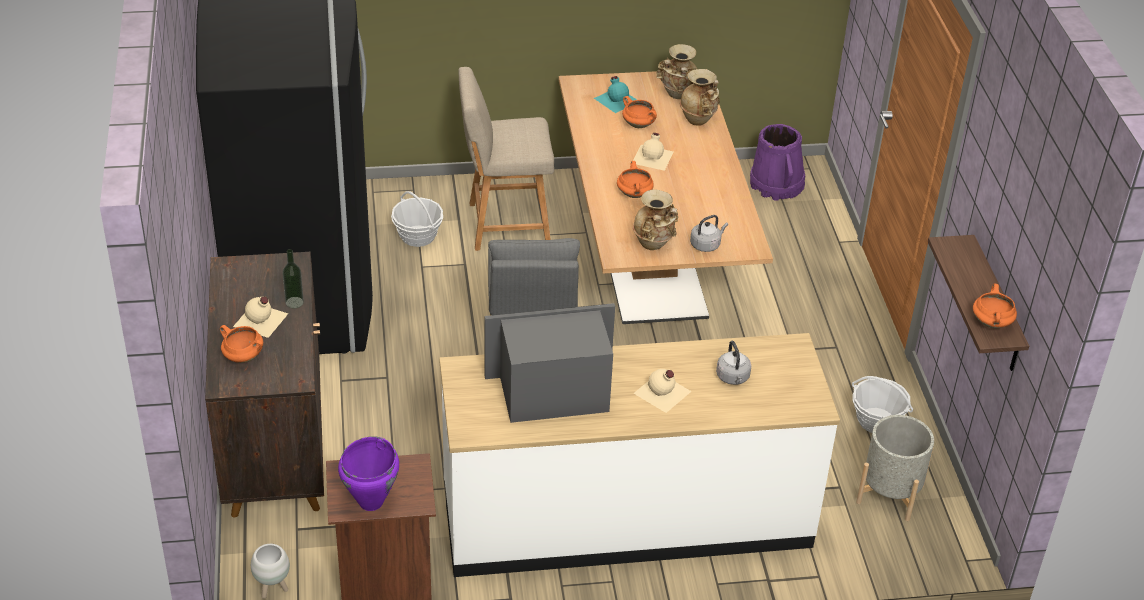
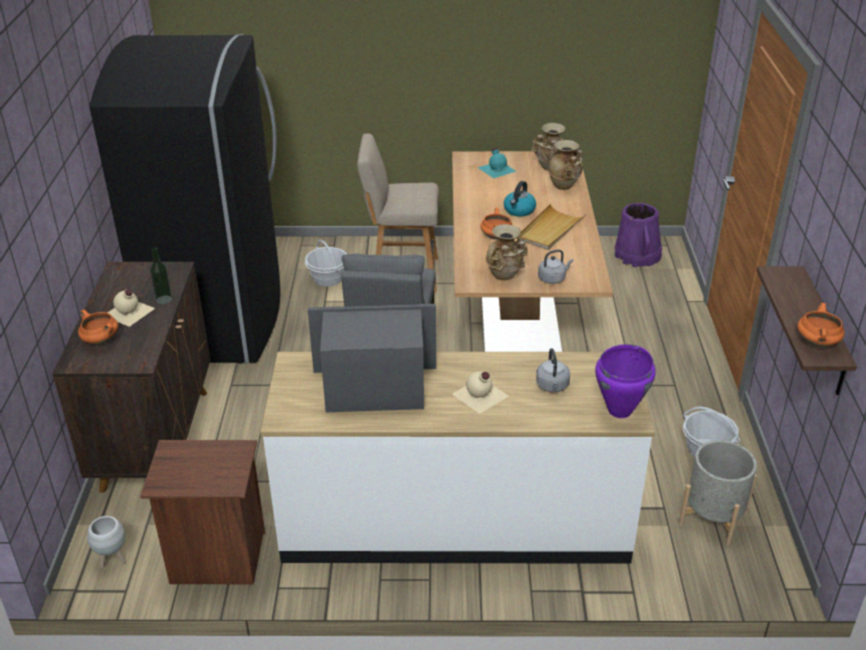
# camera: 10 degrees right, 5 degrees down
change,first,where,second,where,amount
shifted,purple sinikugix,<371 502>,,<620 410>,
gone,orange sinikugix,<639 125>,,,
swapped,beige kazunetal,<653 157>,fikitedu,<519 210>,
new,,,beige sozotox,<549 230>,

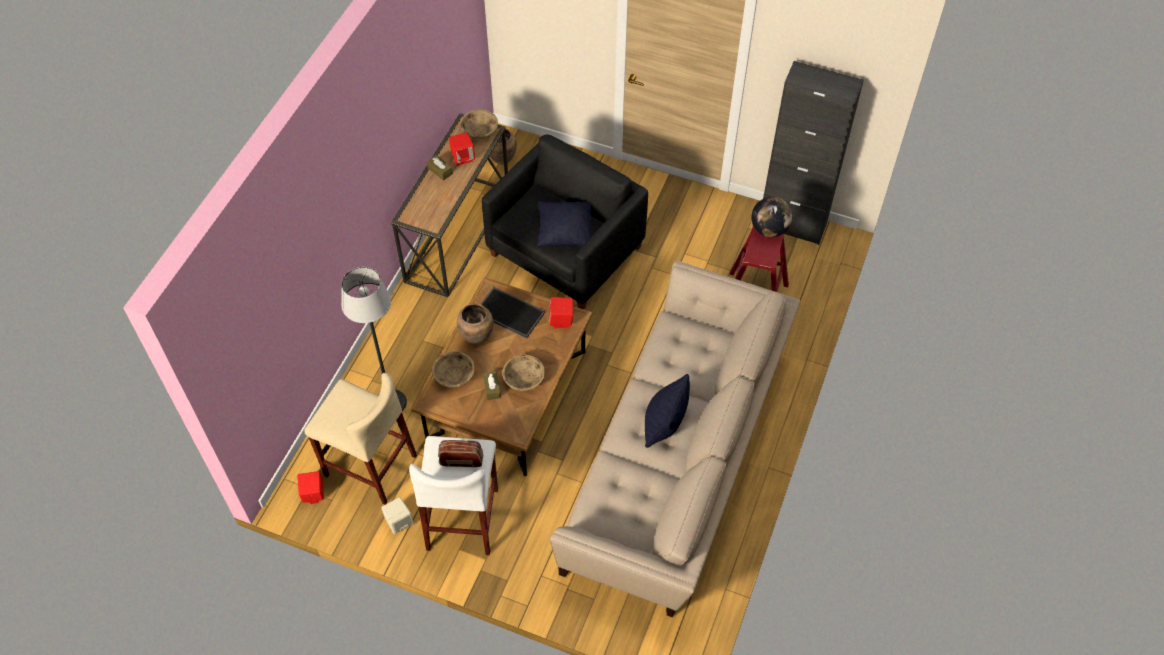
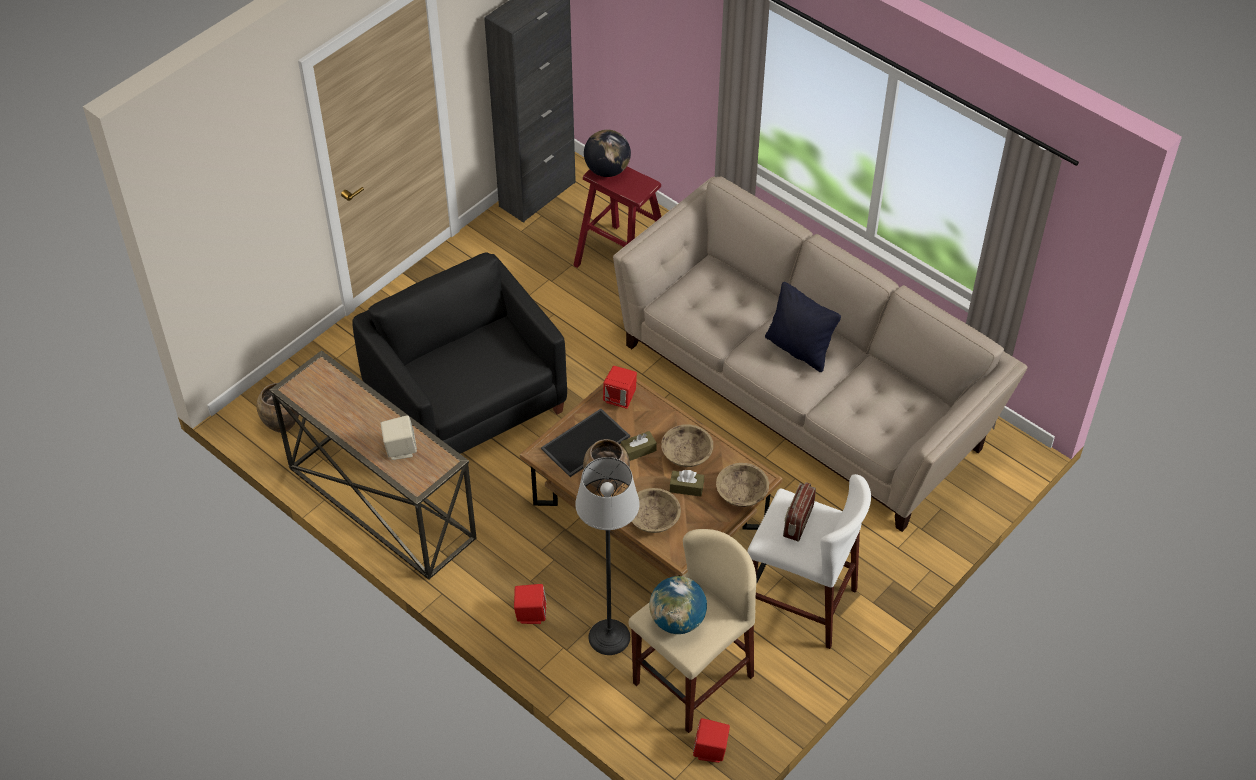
# camera: 70 degrees left, 5 degrees down
change,first,where,second,where,amount
shifted,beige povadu,<399 522>,,<400 449>,
shifted,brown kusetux,<440 171>,,<638 450>,
shifted,red povadu,<463 158>,,<530 614>,
shifted,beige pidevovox,<479 131>,,<741 494>,
gone,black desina,<565 233>,,,
new,,,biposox,<677 620>,

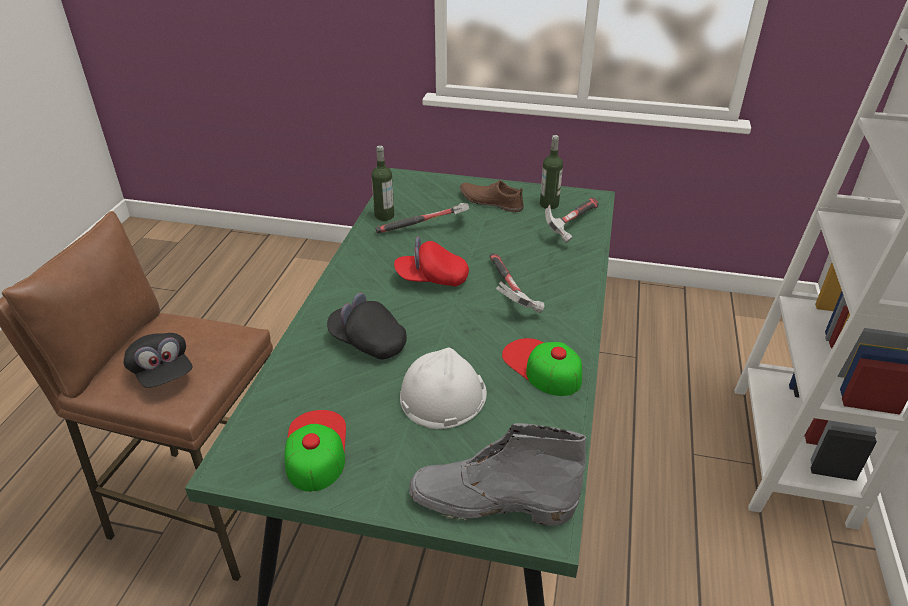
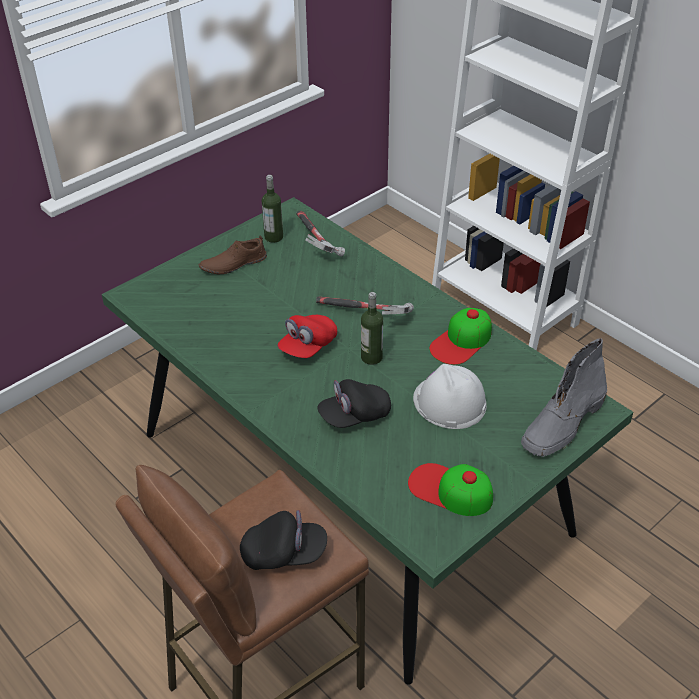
# camera: 55 degrees left, 5 degrees up
change,first,where,second,where,amount
shifted,kazunetal,<384 216>,,<371 357>,
gone,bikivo,<427 228>,,,
rotated,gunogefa,<541 366>,,<461 341>,45 degrees counterclockwise

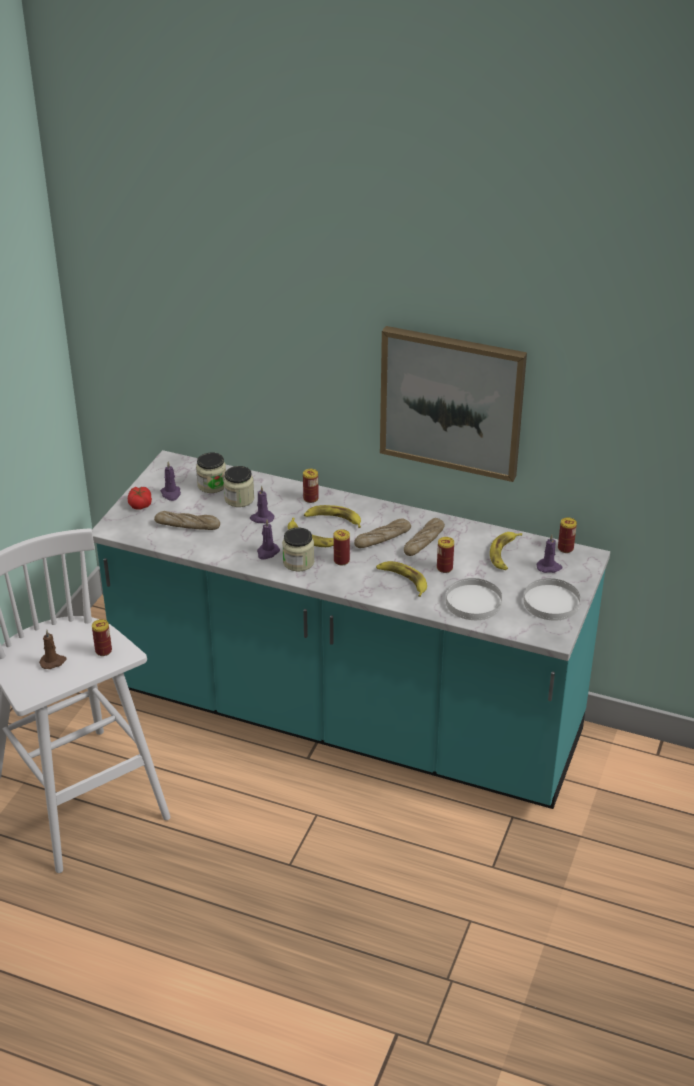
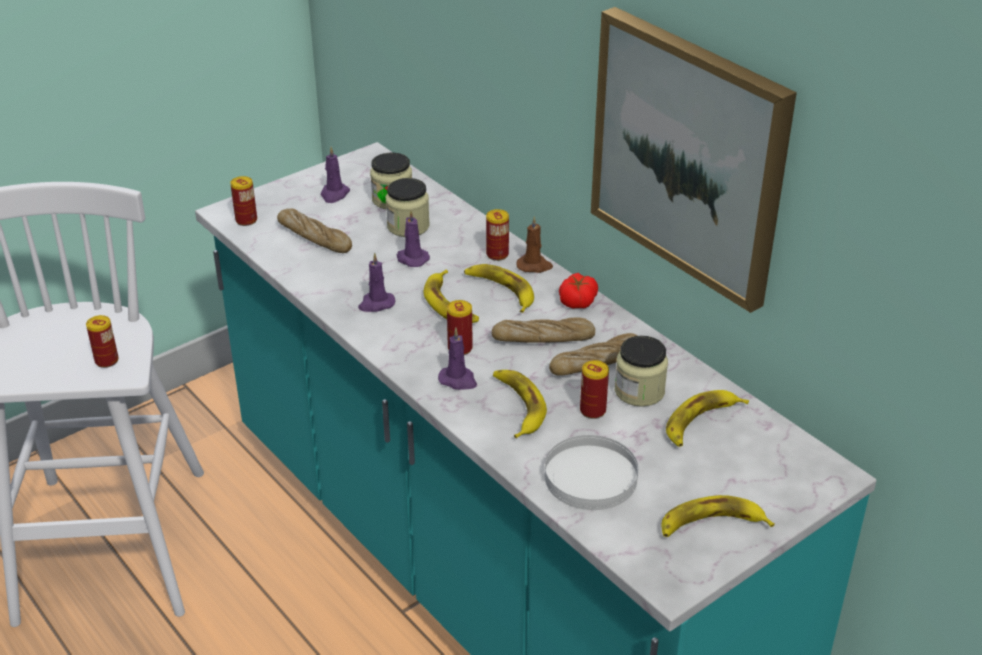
# camera: 30 degrees right, 0 degrees up
change,first,where,second,where,amount
shifted,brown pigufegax,<53 662>,,<534 266>,
shifted,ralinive,<140 504>,,<577 301>,
shifted,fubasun,<298 562>,,<639 391>,
swapped,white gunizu,<551 602>,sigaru,<711 524>,
shifted,purple pigufegax,<549 567>,,<458 380>,
shifted,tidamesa,<565 548>,,<246 220>,

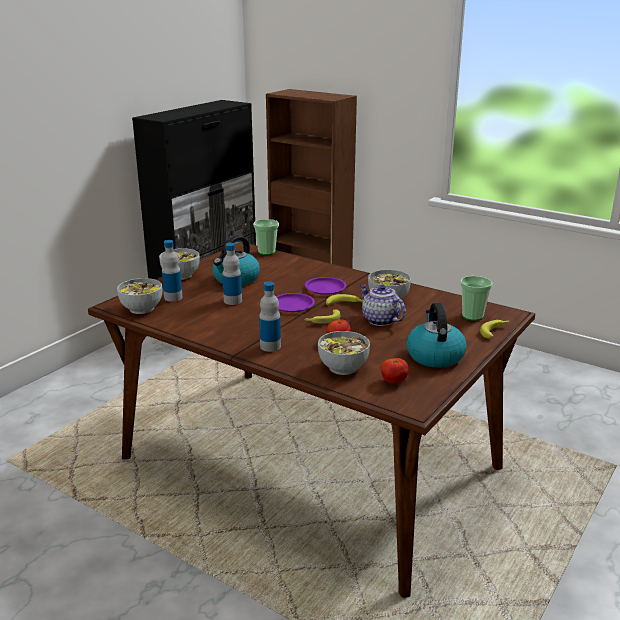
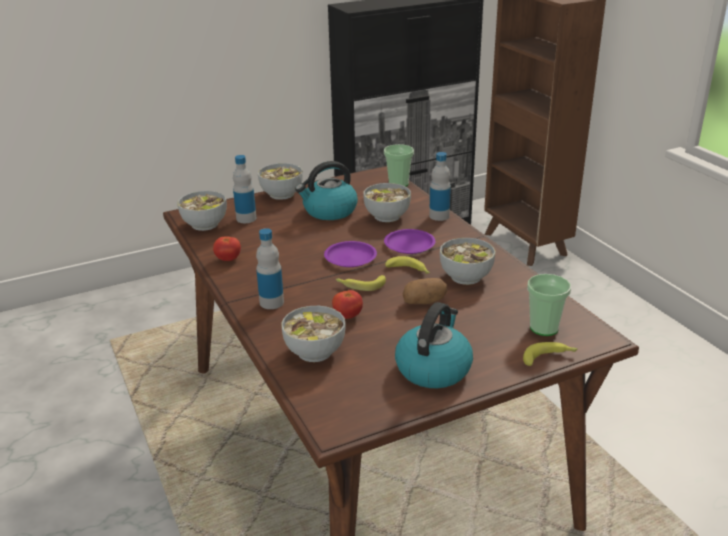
# camera: 30 degrees right, 5 degrees up
change,first,where,second,where,amount
shifted,kazunetal,<233 301>,,<439 216>,
swapped,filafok,<379 320>,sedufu,<424 302>,
shifted,ralinive,<393 381>,,<228 259>,
new,,,pidevovox,<386 216>,

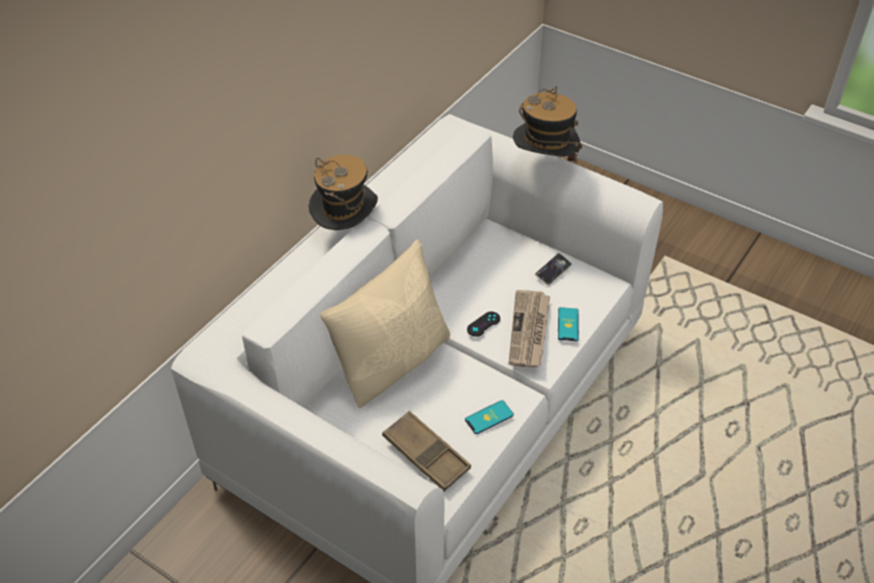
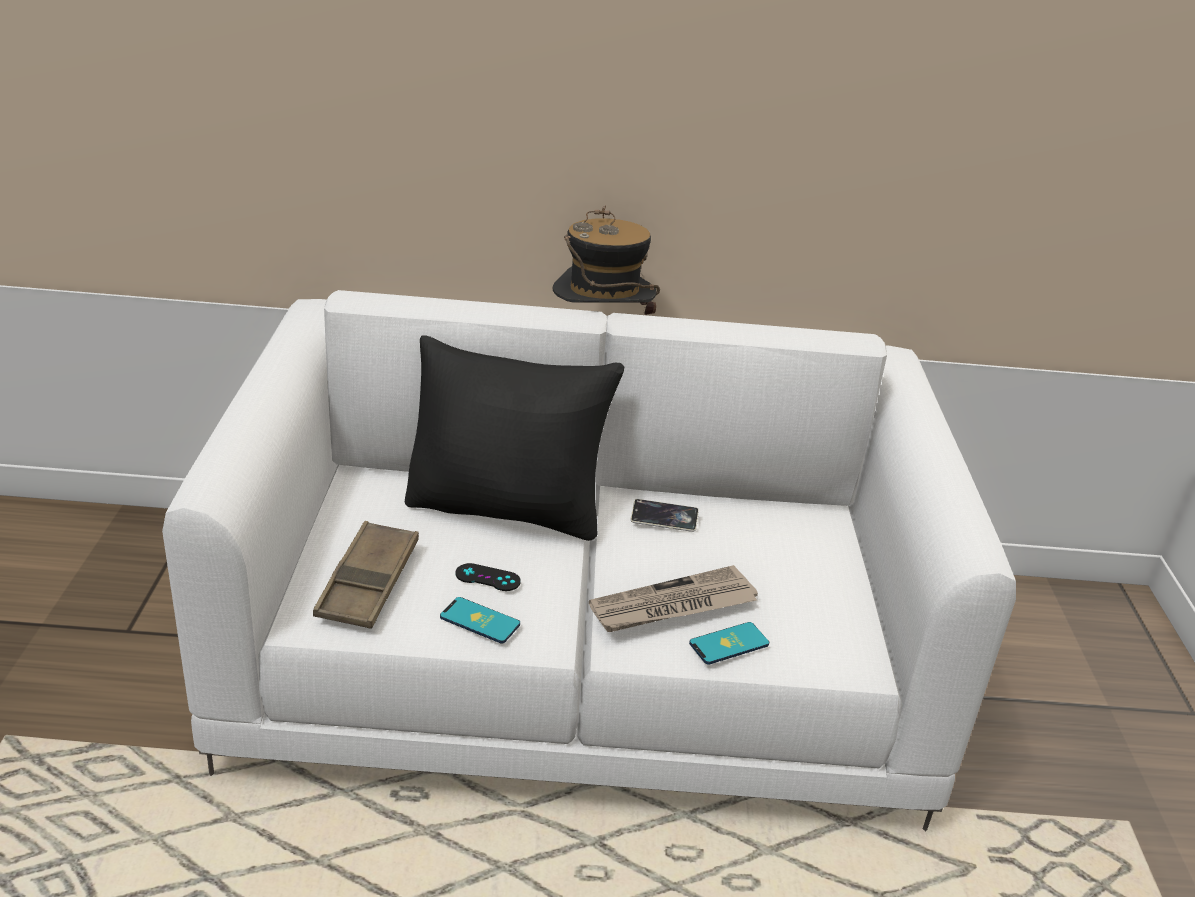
# camera: 55 degrees right, 15 degrees down
change,first,where,second,where,amount
repainted,beige desina,<393 361>,black desina,<507 508>,
shifted,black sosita,<483 324>,,<487 578>,
gone,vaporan,<544 165>,,,
shifted,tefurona,<553 271>,,<664 519>,

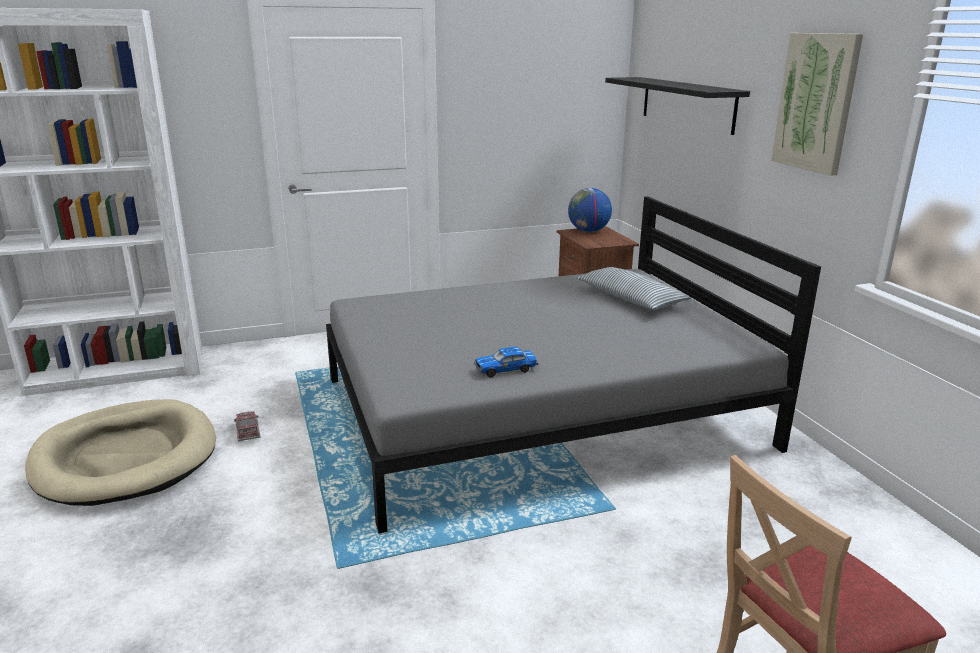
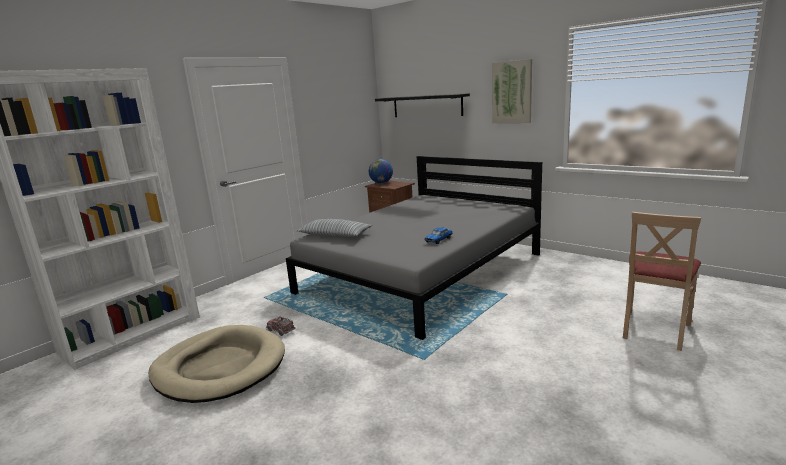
# camera: 30 degrees left, 5 degrees down
change,first,where,second,where,amount
shifted,desina,<630 299>,,<335 236>,

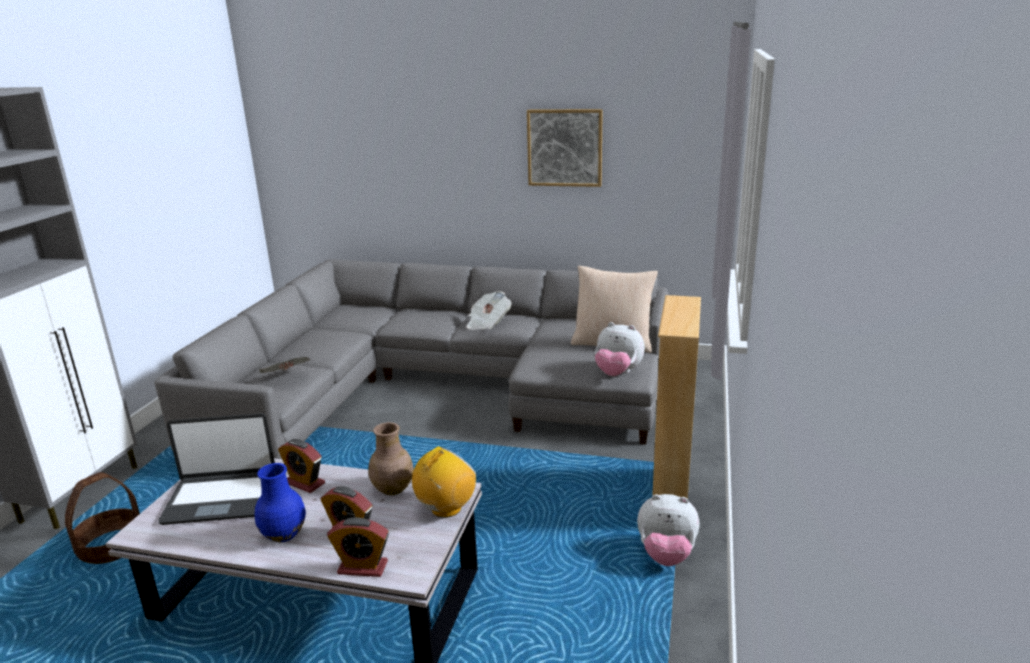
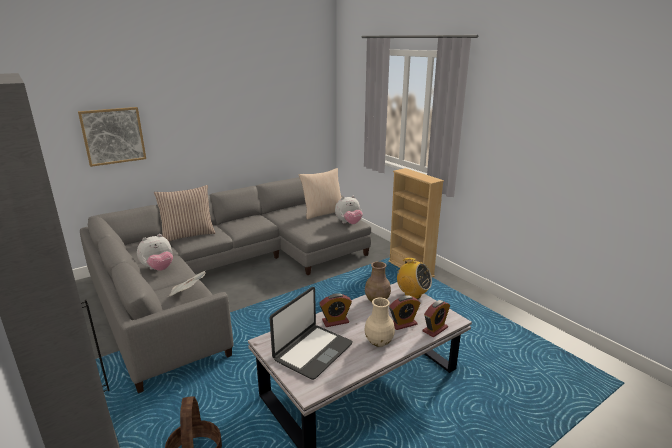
# camera: 50 degrees left, 0 degrees up
change,first,where,second,where,amount
repainted,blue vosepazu,<284 534>,beige vosepazu,<378 341>,
rotated,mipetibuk,<446 508>,,<412 294>,135 degrees clockwise
gone,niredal,<487 323>,,,
shifted,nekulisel,<564 148>,,<113 136>,
shifted,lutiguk,<666 555>,,<158 269>,
new,,,desina,<188 235>,

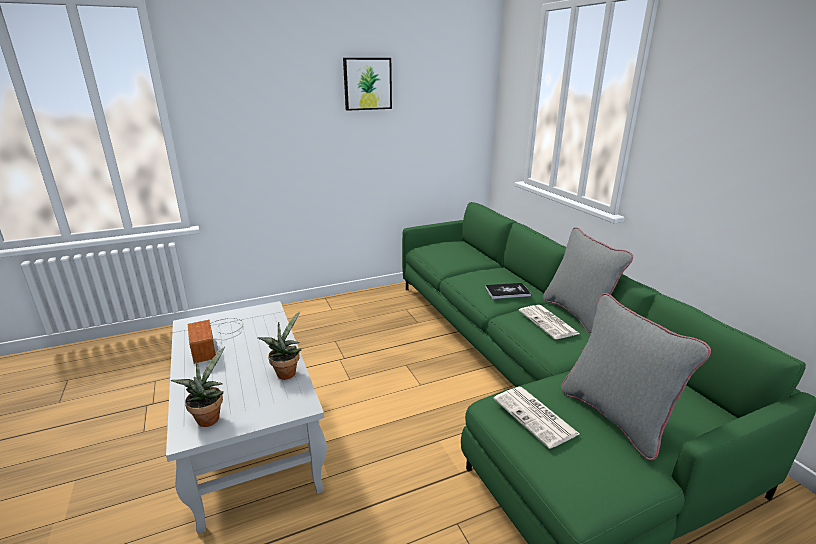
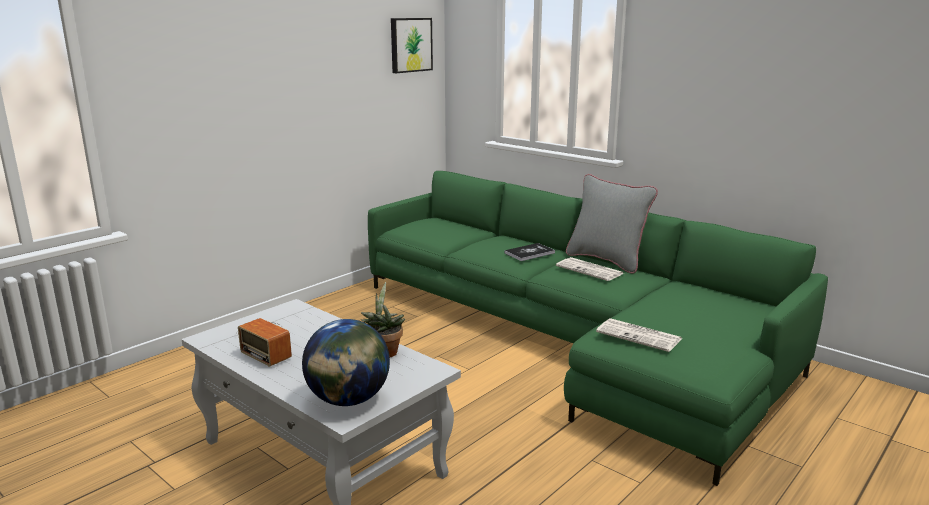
# camera: 25 degrees left, 5 degrees down
change,first,where,second,where,amount
swapped,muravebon,<209 417>,biposox,<348 400>,
shifted,nekulisel,<367 84>,,<410 45>,
gone,grey desina,<615 416>,,,

